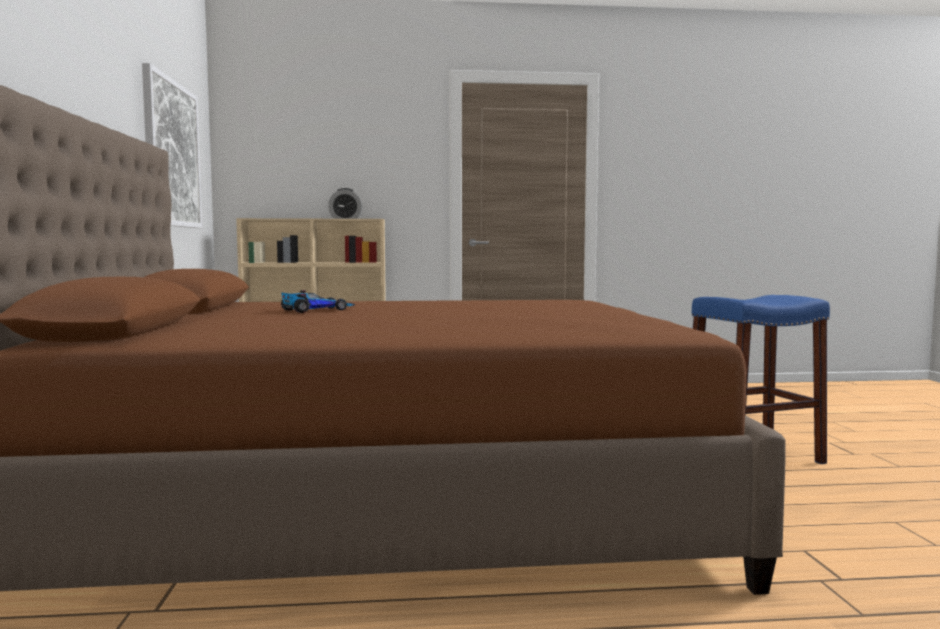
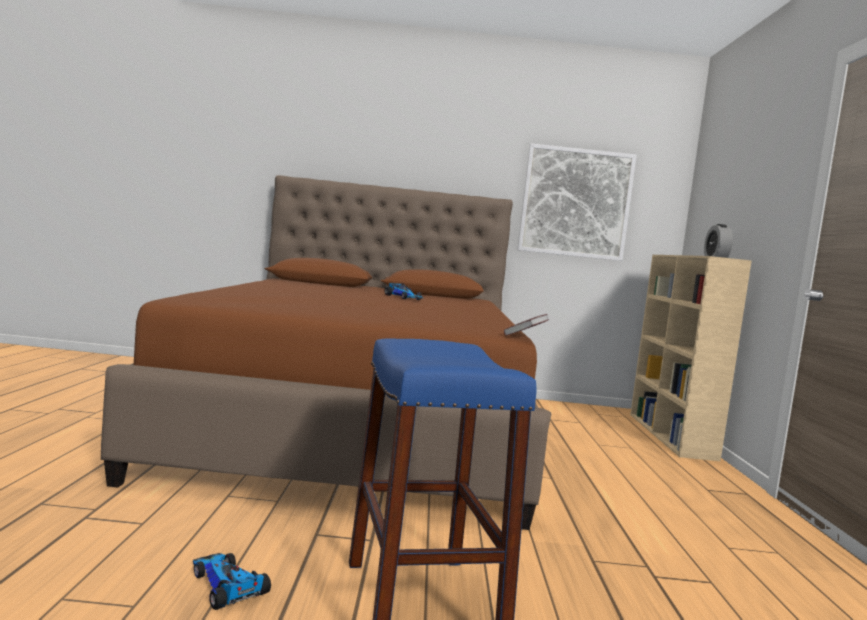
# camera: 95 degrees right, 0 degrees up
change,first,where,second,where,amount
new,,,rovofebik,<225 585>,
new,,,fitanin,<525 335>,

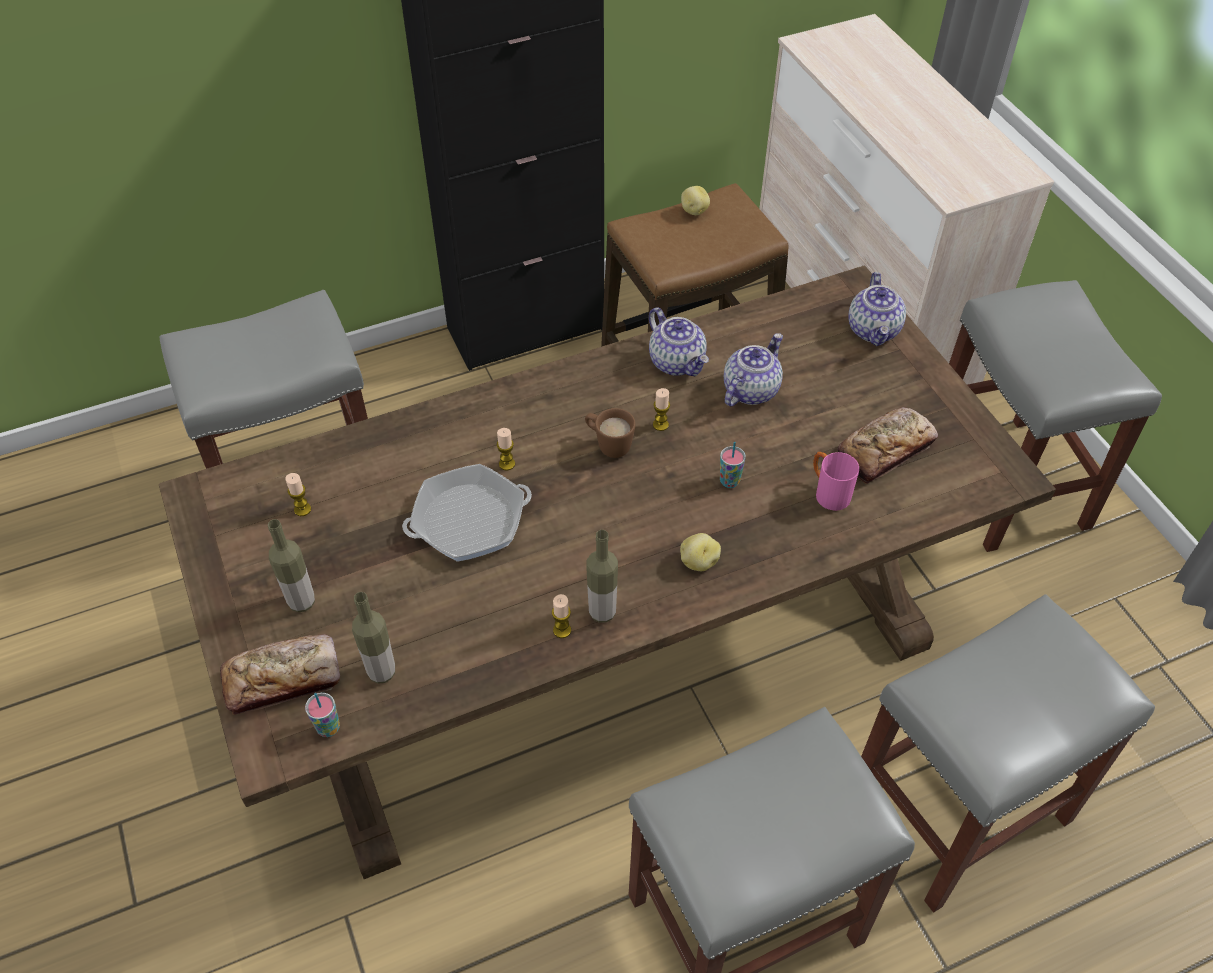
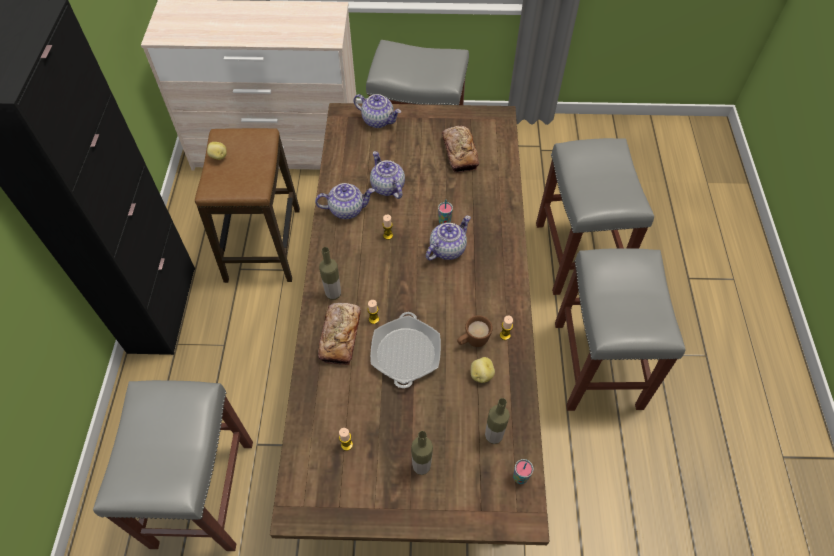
# camera: 65 degrees left, 5 degrees up
change,first,where,second,where,amount
shifted,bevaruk,<283 679>,,<340 336>,
shifted,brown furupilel,<608 444>,,<472 341>,
shifted,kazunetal,<602 612>,,<333 294>,
shifted,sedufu,<698 561>,,<481 375>,
gone,pink furupilel,<827 492>,,,
new,,,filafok,<447 249>,

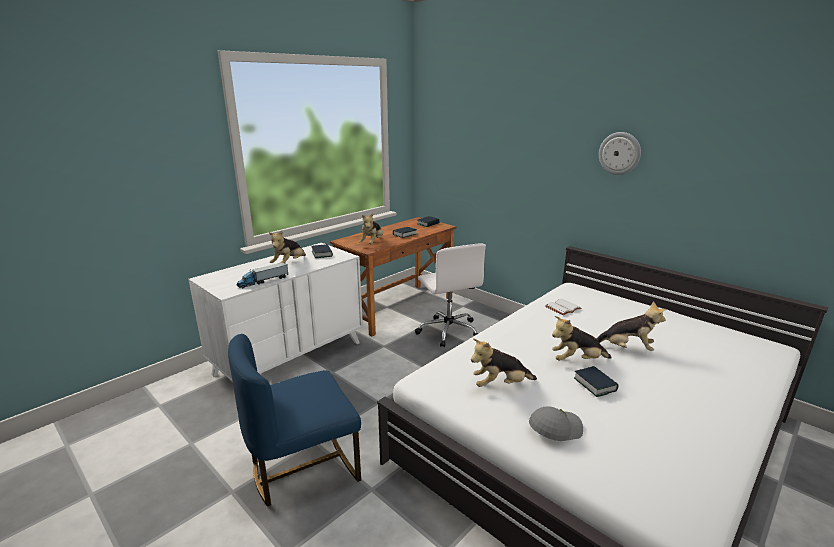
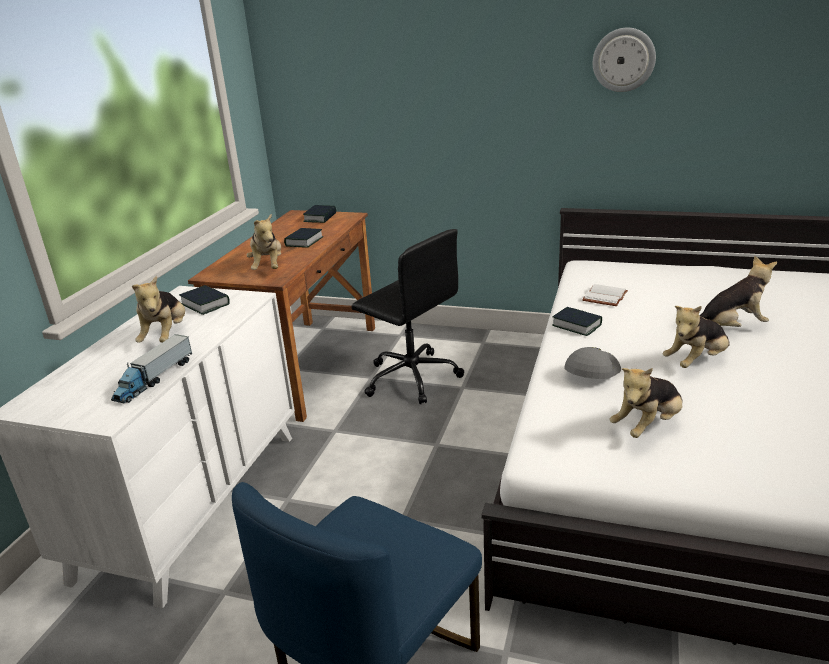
# camera: 25 degrees left, 5 degrees up
change,first,where,second,where,amount
repainted,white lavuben,<448 331>,black lavuben,<411 377>,
shifted,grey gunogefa,<554 429>,,<591 371>,
shifted,fitanin,<595 384>,,<576 325>,

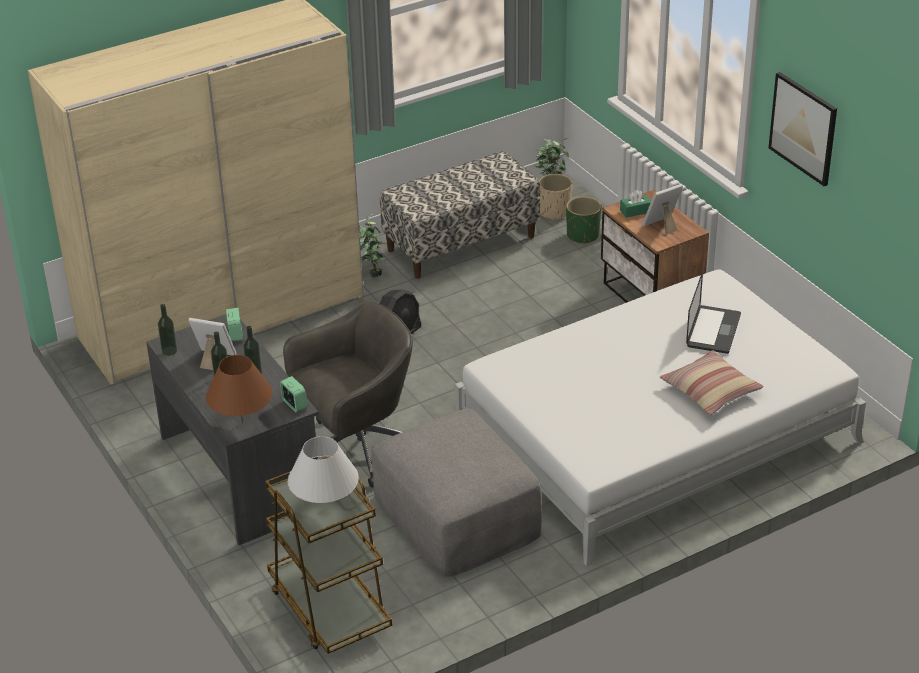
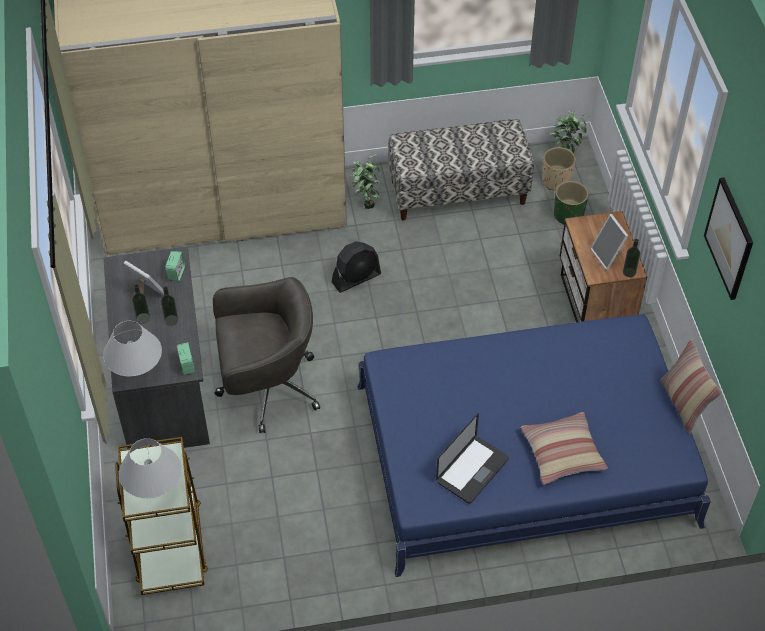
# camera: 20 degrees right, 15 degrees up
change,first,where,second,where,amount
shifted,kazunetal,<169 351>,,<629 272>,
repainted,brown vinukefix,<242 423>,white vinukefix,<136 371>,
gone,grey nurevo,<457 516>,,,
repainted,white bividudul,<655 432>,blue bividudul,<524 454>,
gone,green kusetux,<635 211>,,,
rotated,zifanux,<662 226>,,<608 256>,105 degrees counterclockwise
shifted,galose,<713 331>,,<472 470>,
new,,,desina,<683 404>,

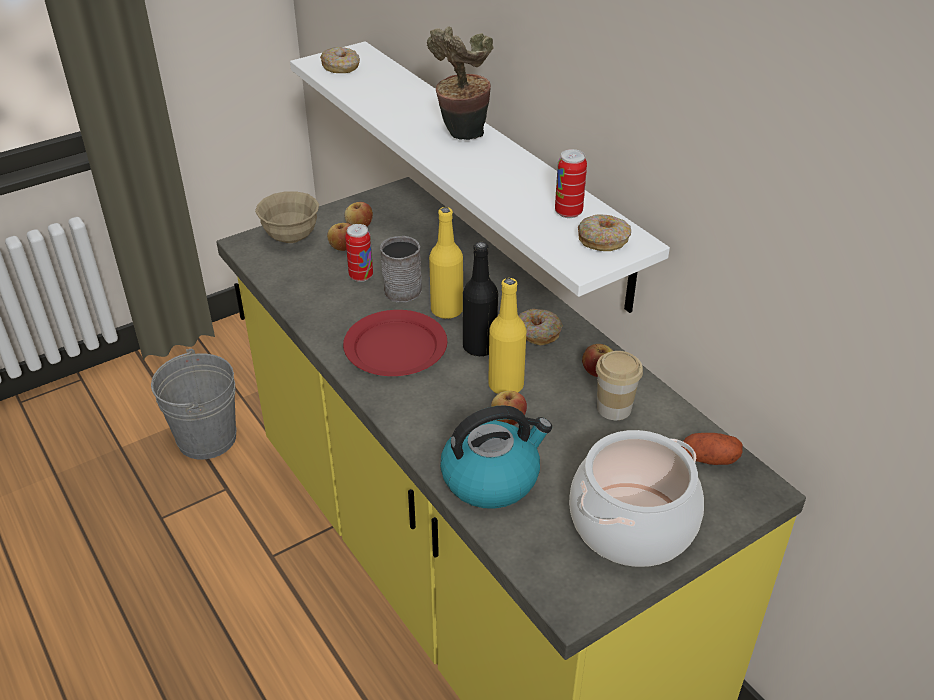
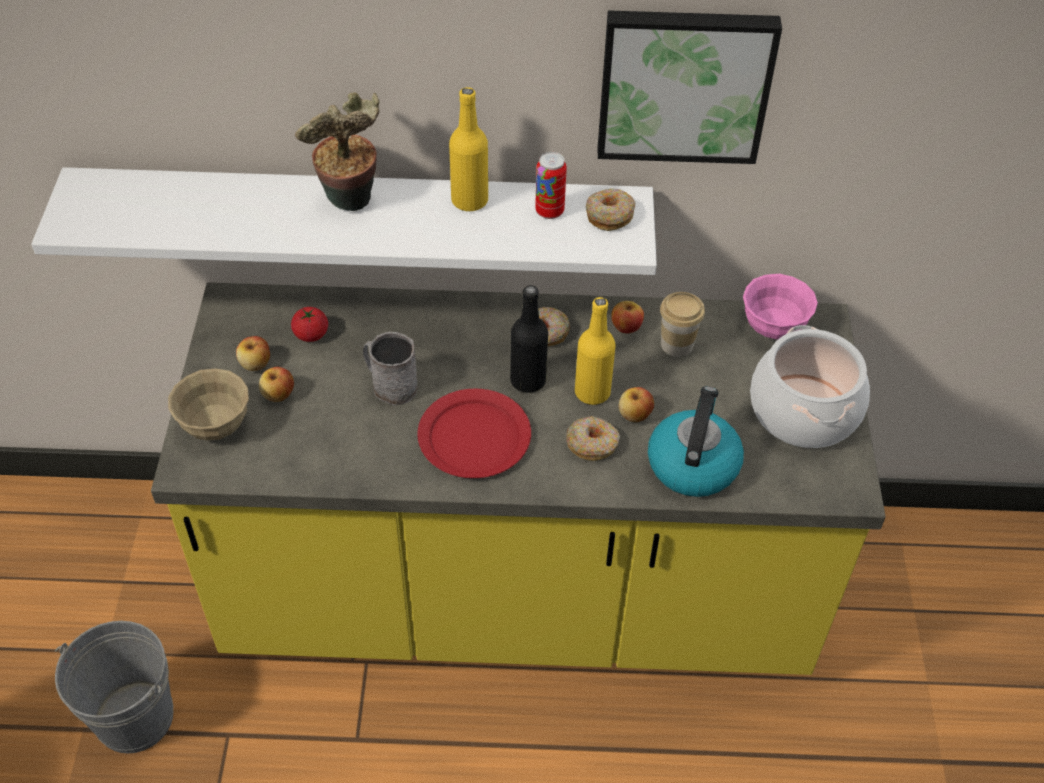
# camera: 55 degrees left, 10 degrees up
change,first,where,second,where,amount
shifted,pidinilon,<341 67>,,<592 444>,
gone,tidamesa,<361 276>,,,
shifted,yellow kazunetal,<447 310>,,<469 201>,
swapped,sedufu,<709 459>,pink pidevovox,<773 327>,
new,,,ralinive,<311 334>,
new,,,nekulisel,<684 84>,

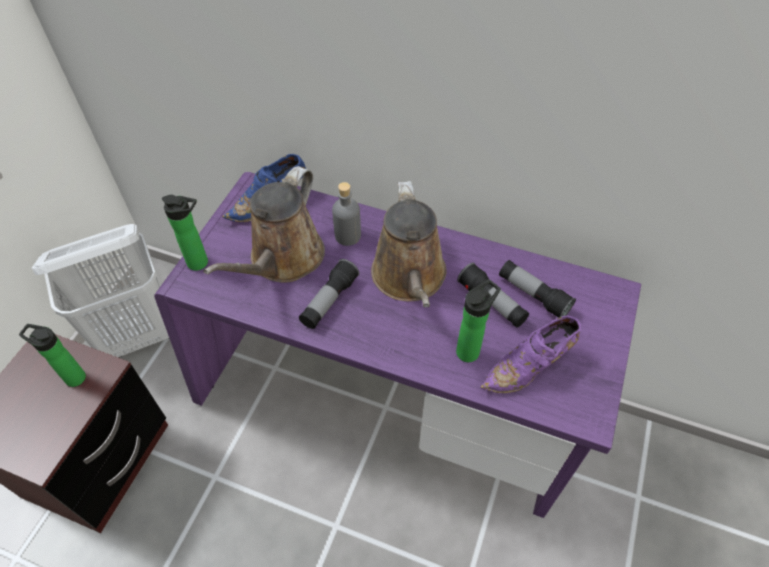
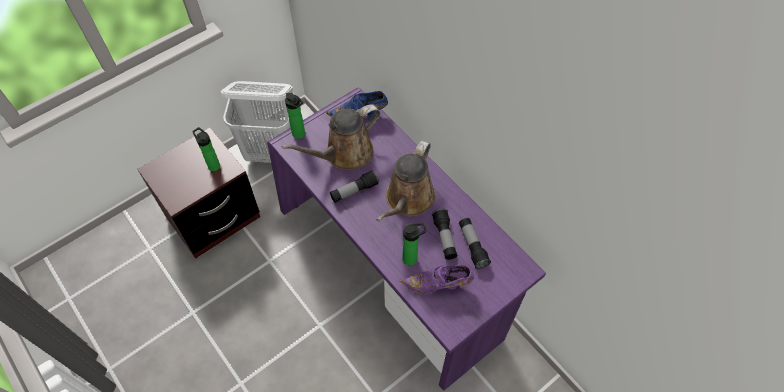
# camera: 30 degrees right, 5 degrees up
change,first,where,second,where,amount
gone,grey kazunetal,<347 236>,,,

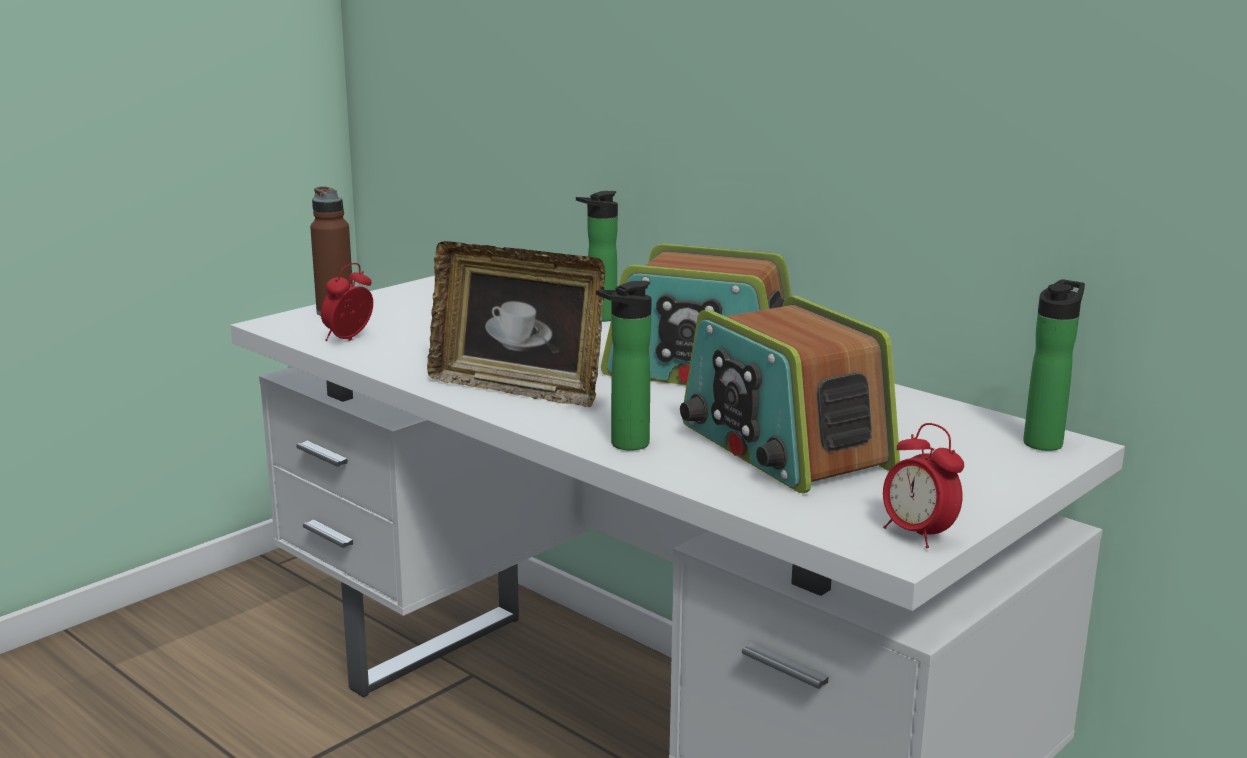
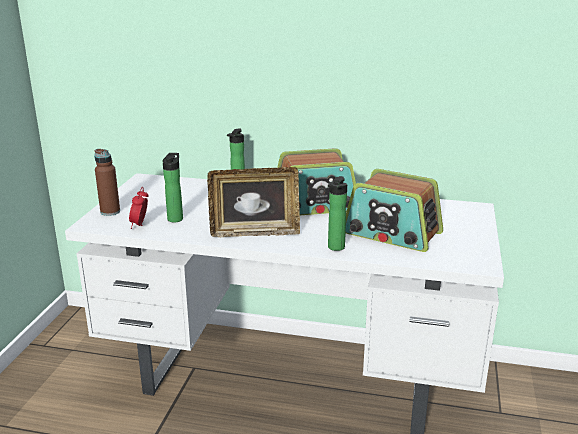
# camera: 30 degrees left, 5 degrees up
change,first,where,second,where,amount
gone,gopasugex,<917 535>,,,
shifted,kazunetal,<1045 442>,,<176 218>,

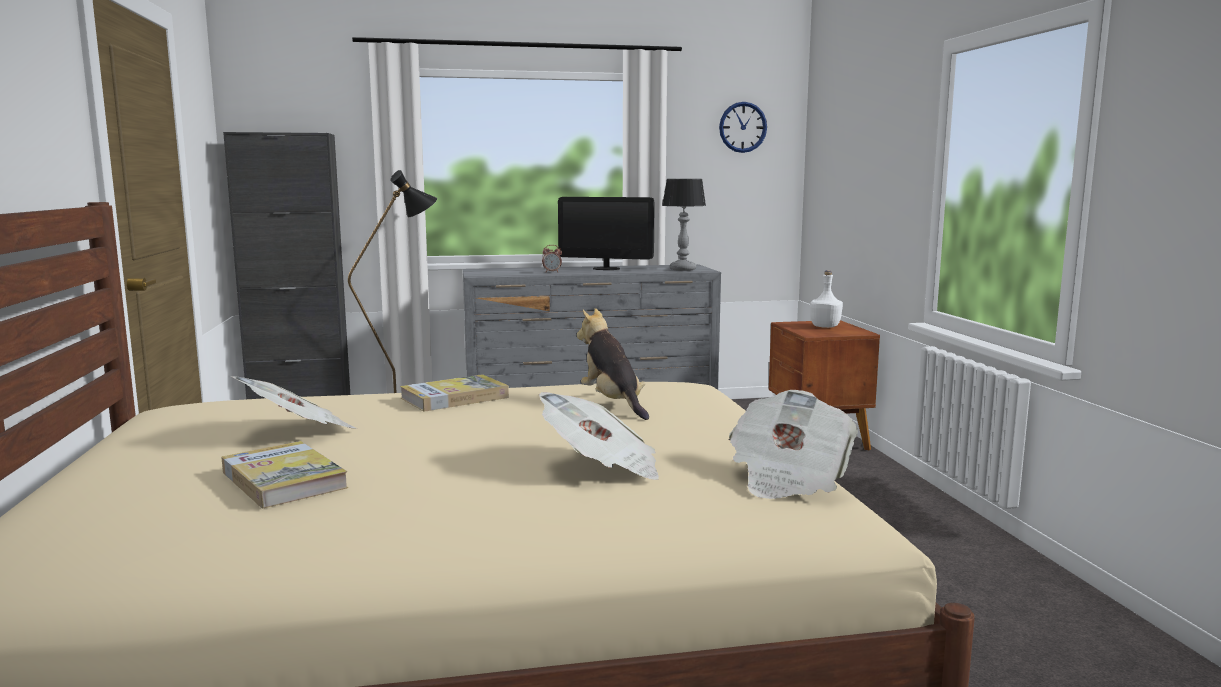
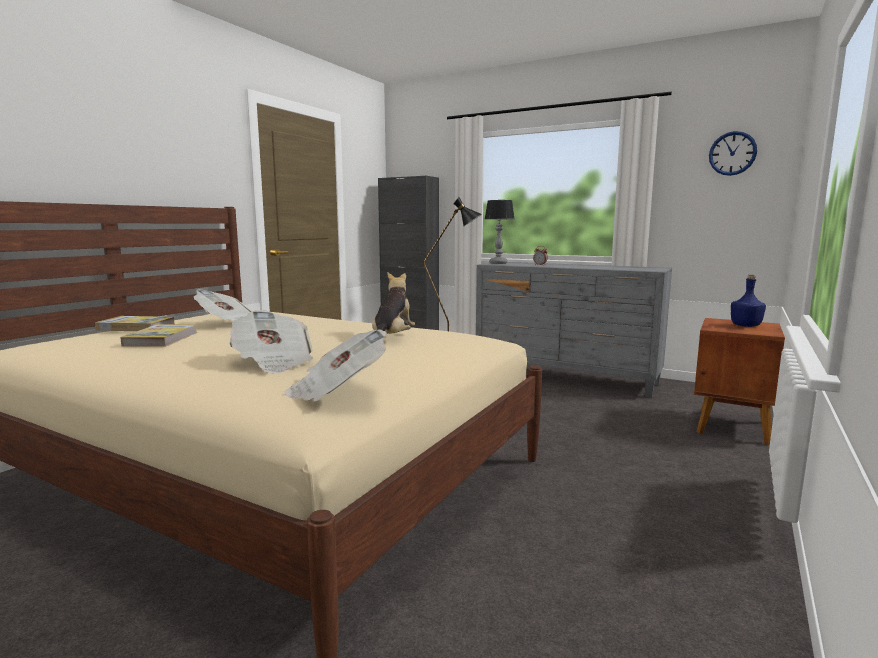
# camera: 40 degrees right, 0 degrees up
change,first,where,second,where,amount
shifted,fitanin,<454 398>,,<136 327>,
gone,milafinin,<606 268>,,,
shifted,vinukefix,<683 269>,,<498 263>,
repainted,white kazunetal,<826 326>,blue kazunetal,<746 326>,

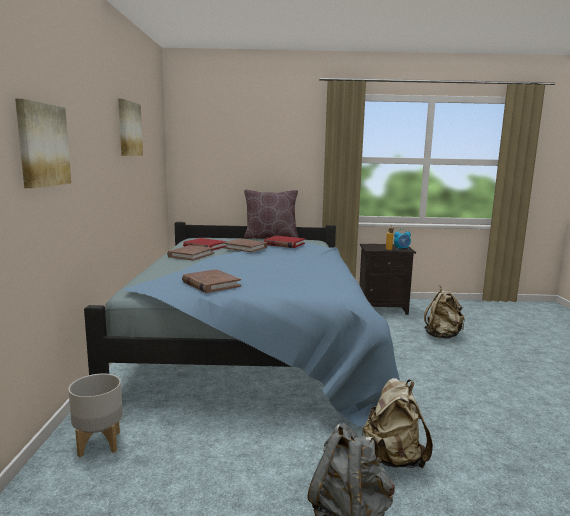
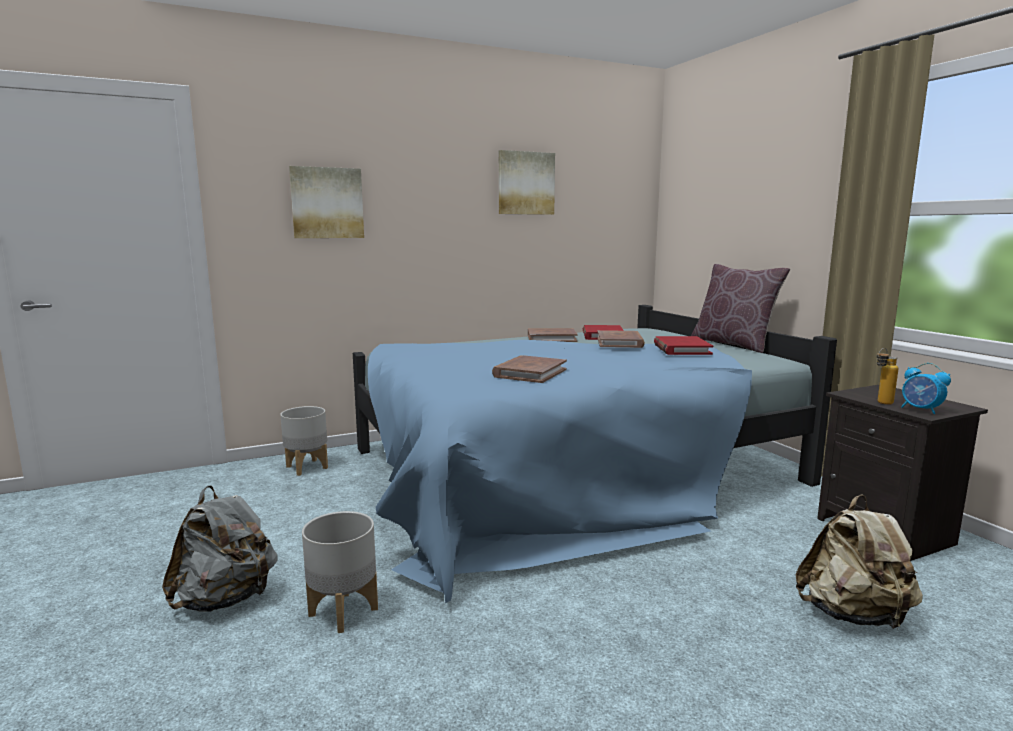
# camera: 65 degrees right, 0 degrees up
change,first,where,second,where,amount
shifted,brown fitanin,<210 284>,,<530 373>,
swapped,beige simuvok,<392 458>,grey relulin,<343 612>,

